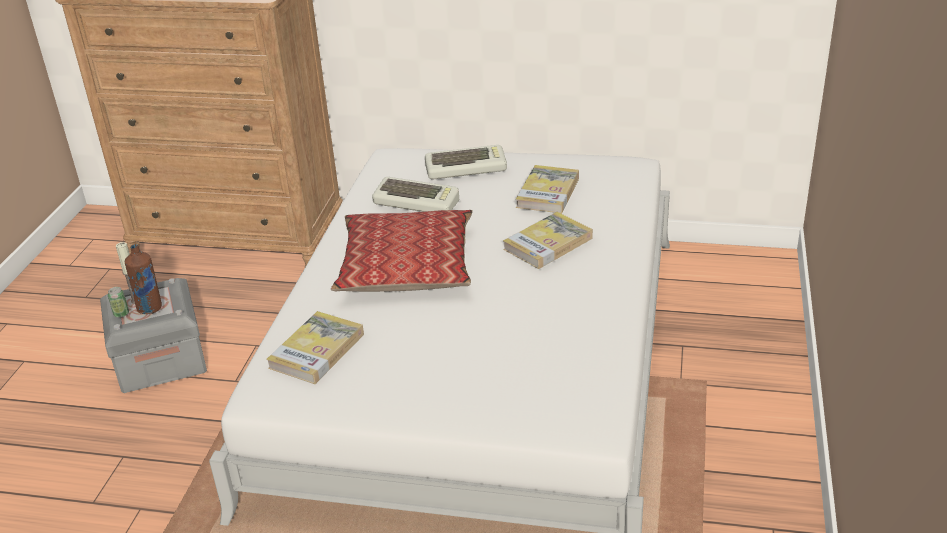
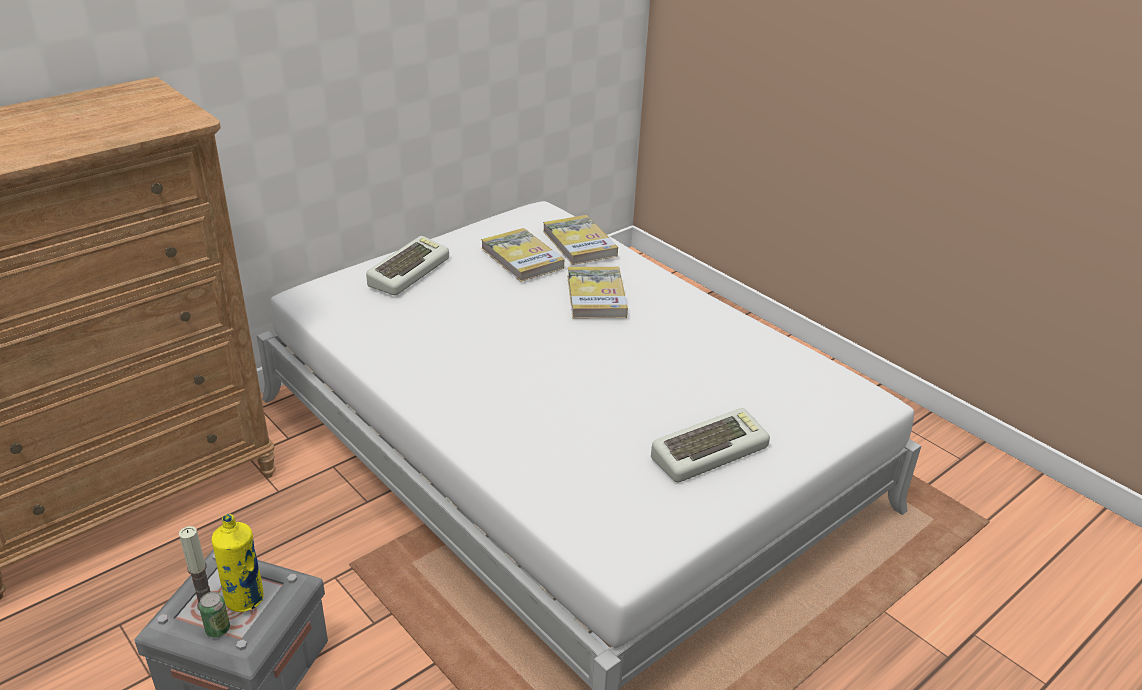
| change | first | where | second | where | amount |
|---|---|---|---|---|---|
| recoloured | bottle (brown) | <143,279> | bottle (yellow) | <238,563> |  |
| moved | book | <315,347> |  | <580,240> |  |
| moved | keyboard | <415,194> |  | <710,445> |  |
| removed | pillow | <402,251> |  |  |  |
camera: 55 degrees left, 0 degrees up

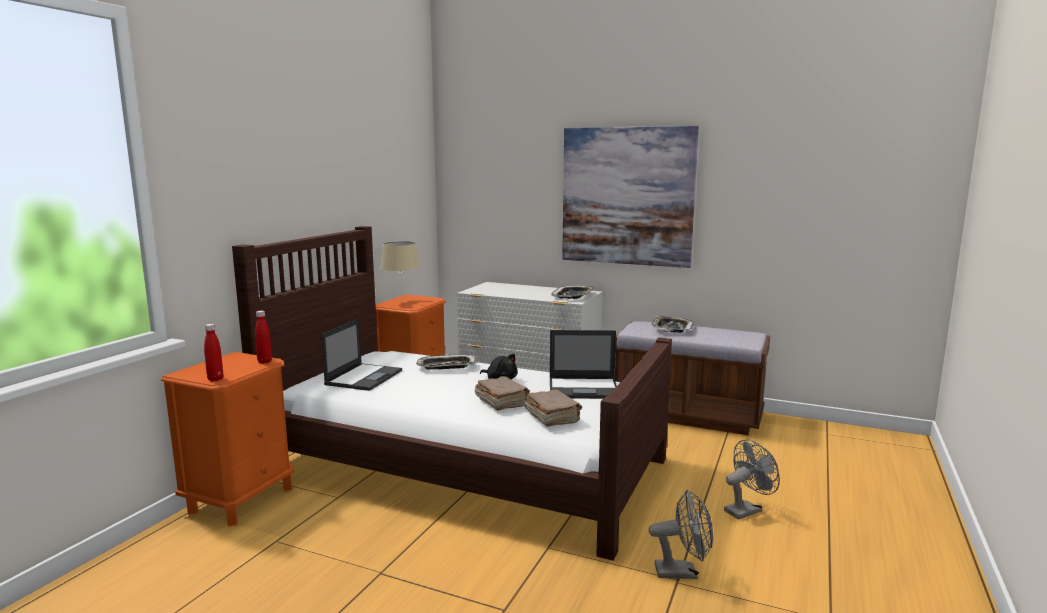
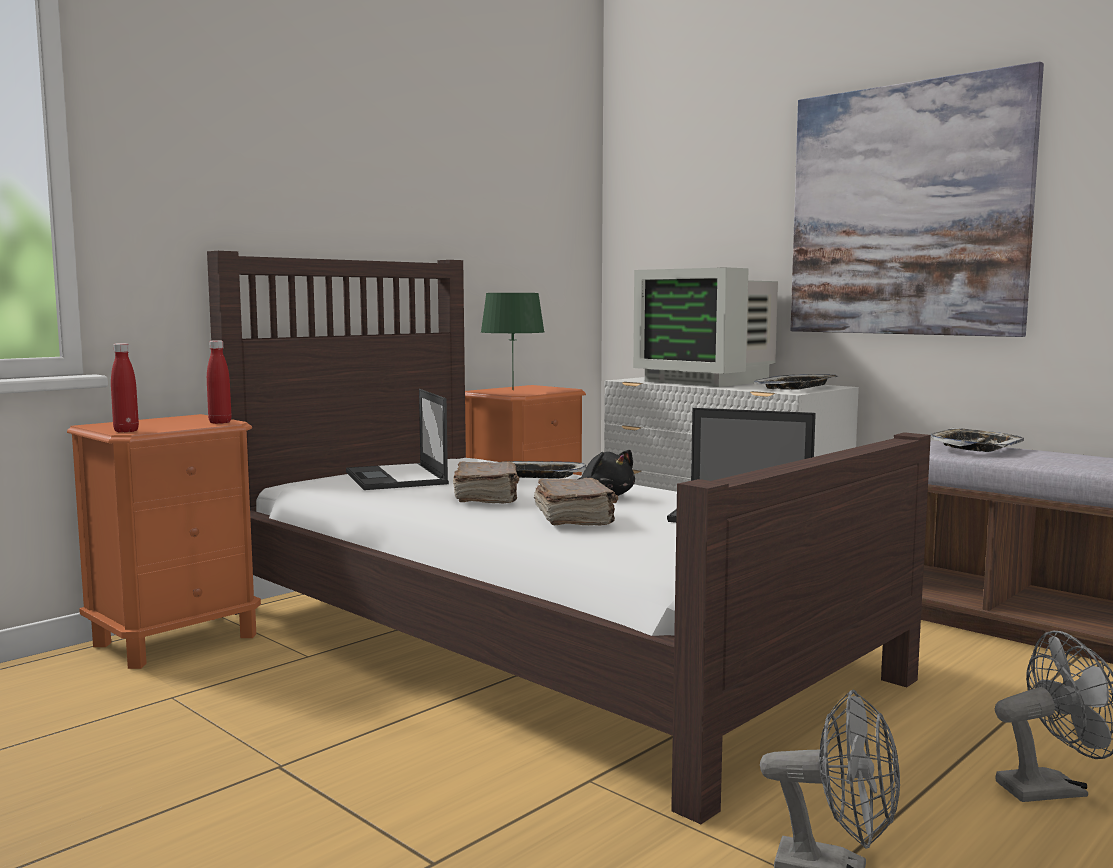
| change | first | where | second | where | amount |
|---|---|---|---|---|---|
| turned | laptop | <361,355> |  | <397,439> | 120 degrees clockwise |
| moved | book (brown) | <553,408> |  | <486,482> |  |
| recoloured | table lamp (beige) | <400,267> | table lamp (green) | <512,333> |  |
| added |  |  | monitor | <705,327> |  |
camera: 20 degrees right, 5 degrees down

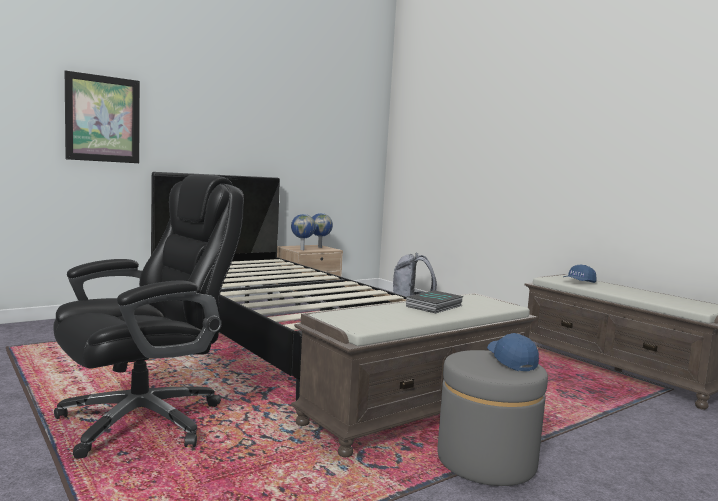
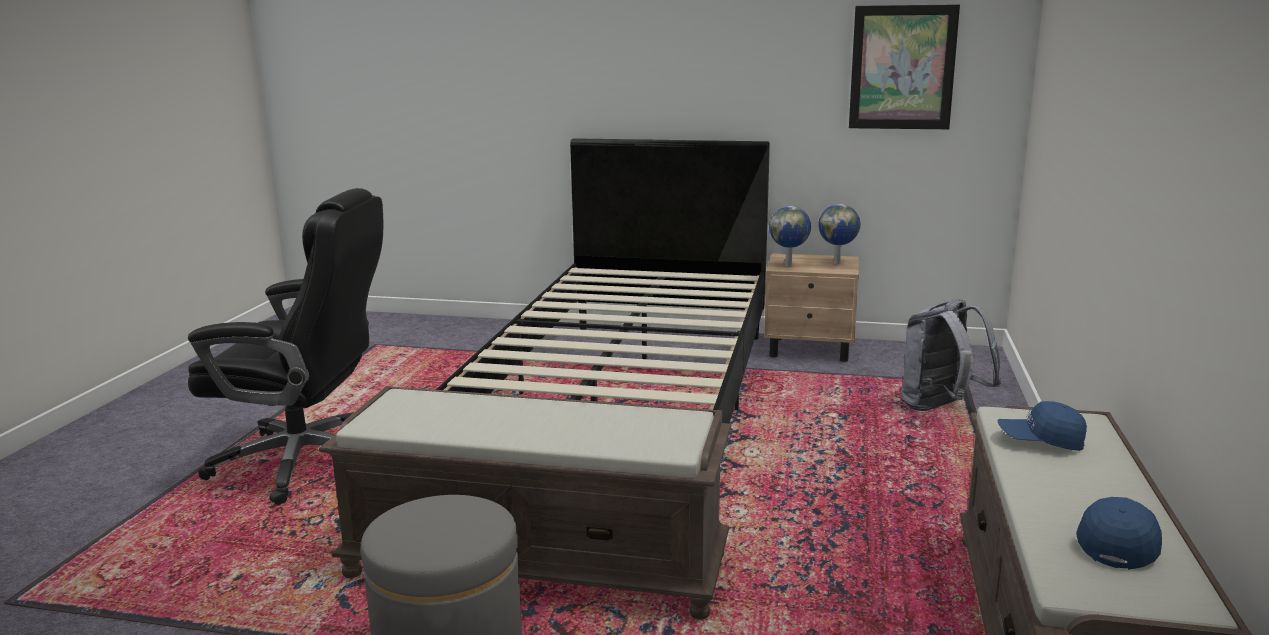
| change | first | where | second | where | amount |
|---|---|---|---|---|---|
| moved | picture | <102,116> |  | <904,66> |  |
| moved | cap (blue) | <513,352> |  | <1119,533> |  |
| removed | book | <434,301> |  |  |  |
camera: 50 degrees right, 10 degrees up

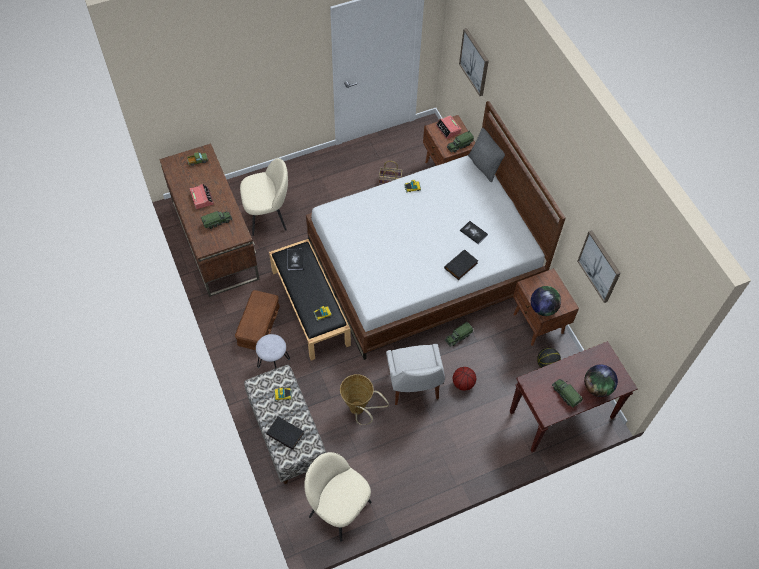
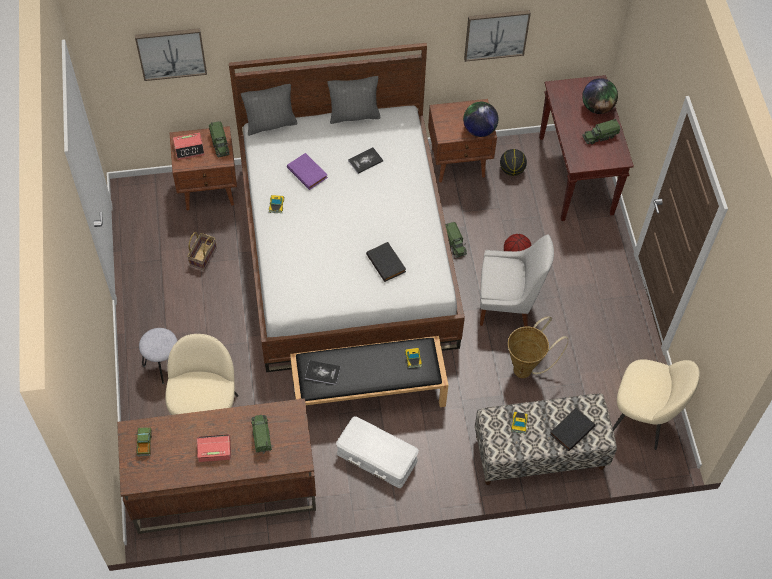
| change | first | where | second | where | amount |
|---|---|---|---|---|---|
| moved | stool (grey) | <273,351> |  | <158,356> |  |
| added |  |  | book (purple) | <307,171> |  |
| added |  |  | pillow (grey) | <354,100> |  |
| recoloured | storage box (brown) | <257,320> | storage box (white) | <377,452> |  |
| moved | book (black) | <461,264> |  | <386,262> |  |
| turned | chair (beige) | <338,497> |  | <656,404> | 120 degrees counterclockwise |
camera: 75 degrees left, 0 degrees up

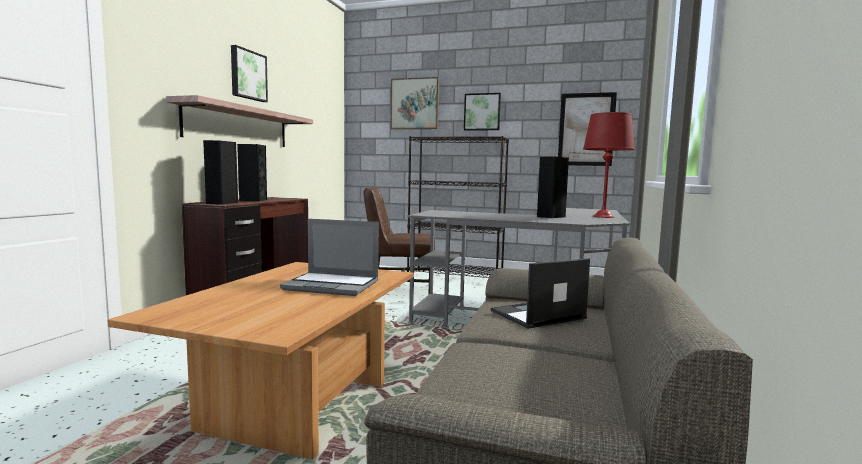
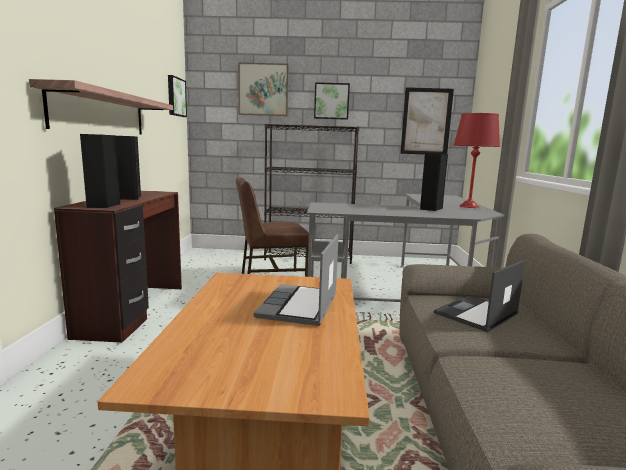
| change | first | where | second | where | amount |
|---|---|---|---|---|---|
| moved | picture | <249,73> |  | <177,96> |  |
| turned | laptop | <329,257> |  | <296,280> | 105 degrees clockwise |
camera: 15 degrees left, 5 degrees up

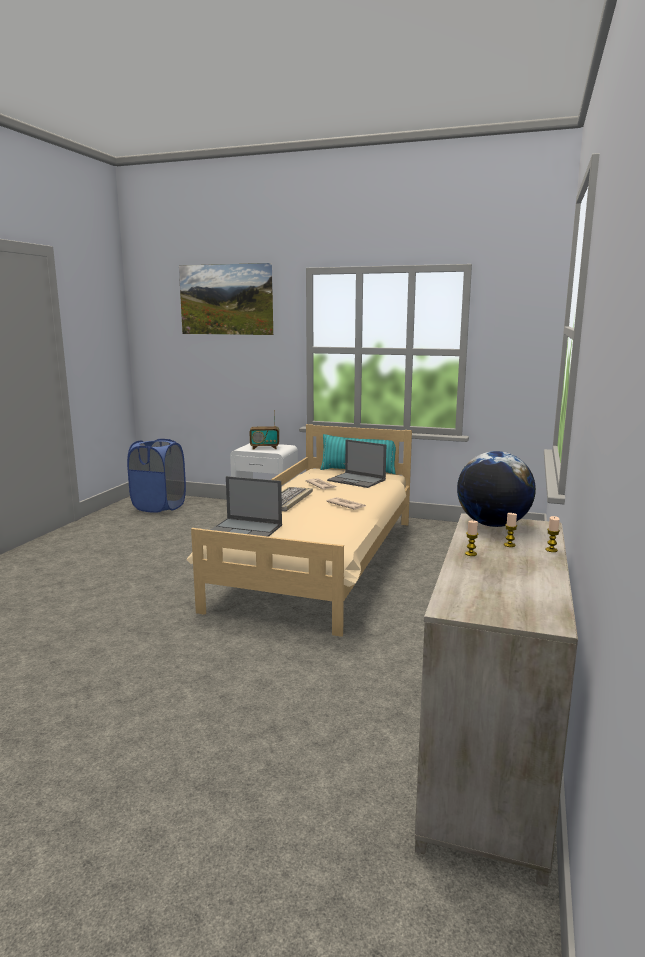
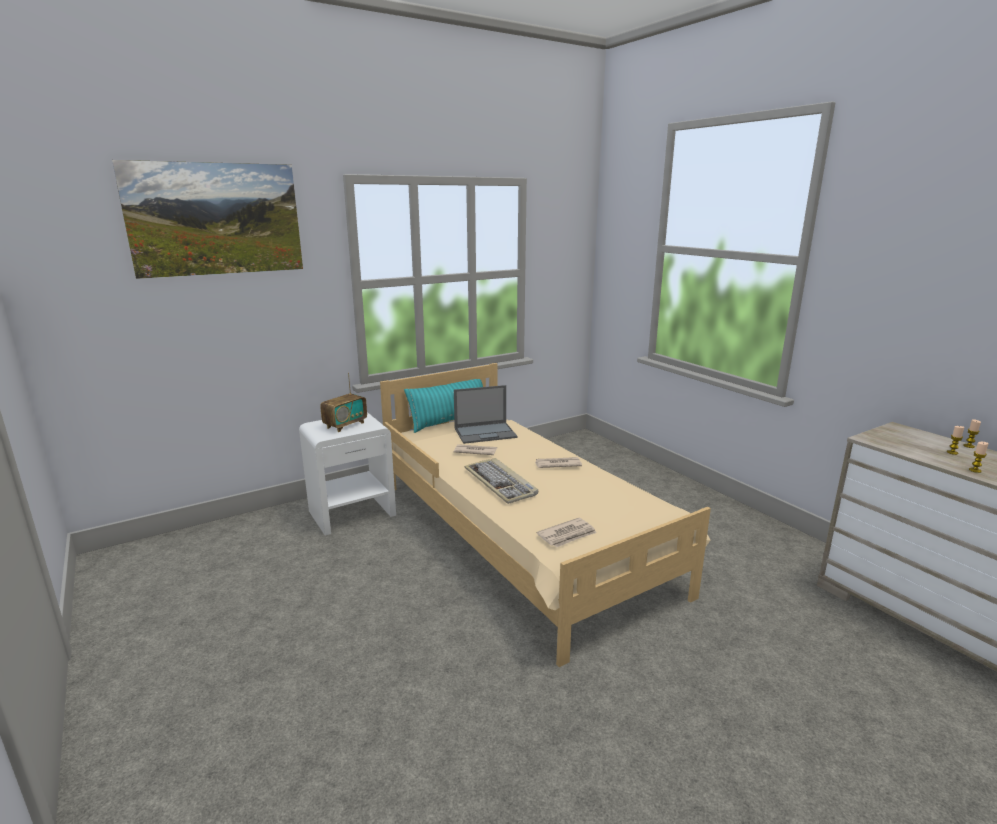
| change | first | where | second | where | amount |
|---|---|---|---|---|---|
| replaced | laptop | <246,506> | newspaper | <566,533> |  |
| removed | laundry basket (blue) | <156,476> |  |  |  |
| removed | globe | <496,489> |  |  |  |
camera: 50 degrees left, 5 degrees up

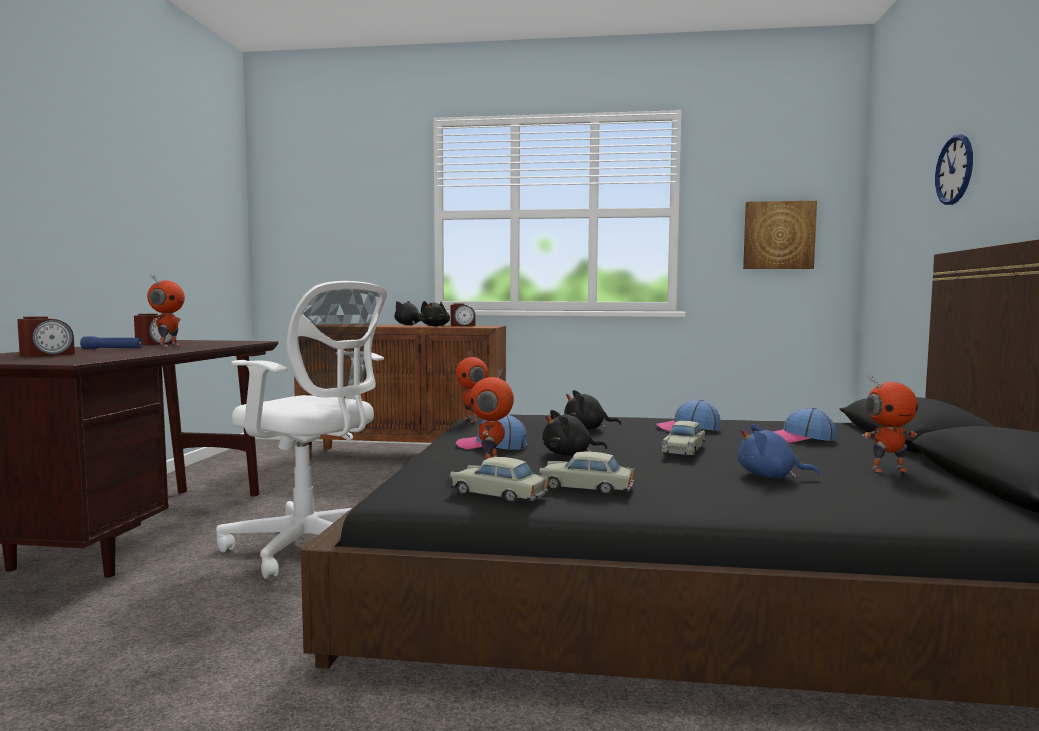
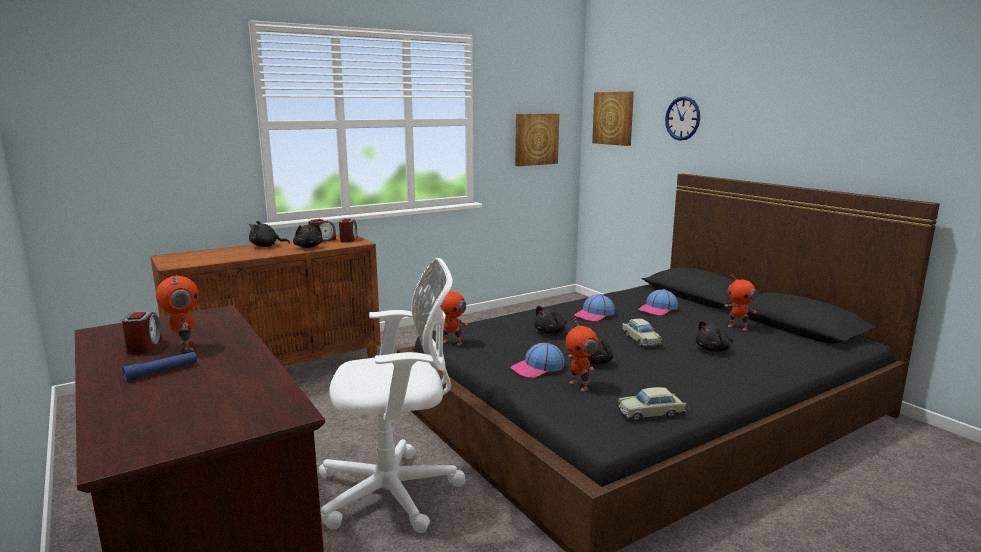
| change | first | where | second | where | amount |
|---|---|---|---|---|---|
| moved | alarm clock | <46,336> |  | <348,230> |  |
| added |  |  | picture | <613,118> |  |
| recoloured | plush toy (blue) | <778,451> | plush toy (black) | <714,336> |  |
| turned | toy robot | <890,423> |  | <740,302> | 90 degrees clockwise |
| removed | toy car (beige) | <587,473> |  |  |  |
camera: 40 degrees left, 10 degrees up

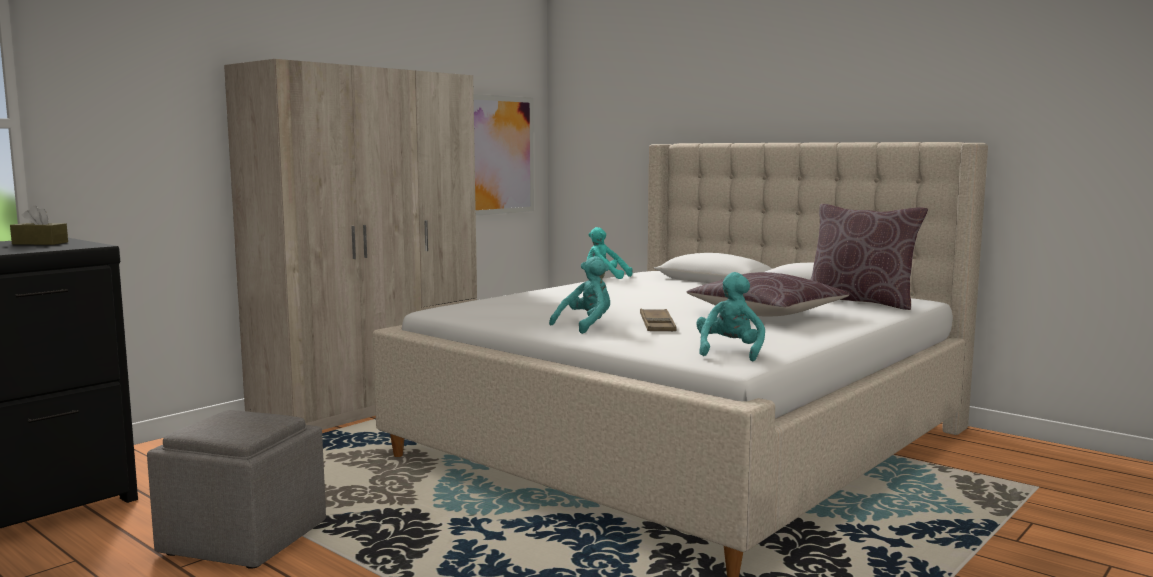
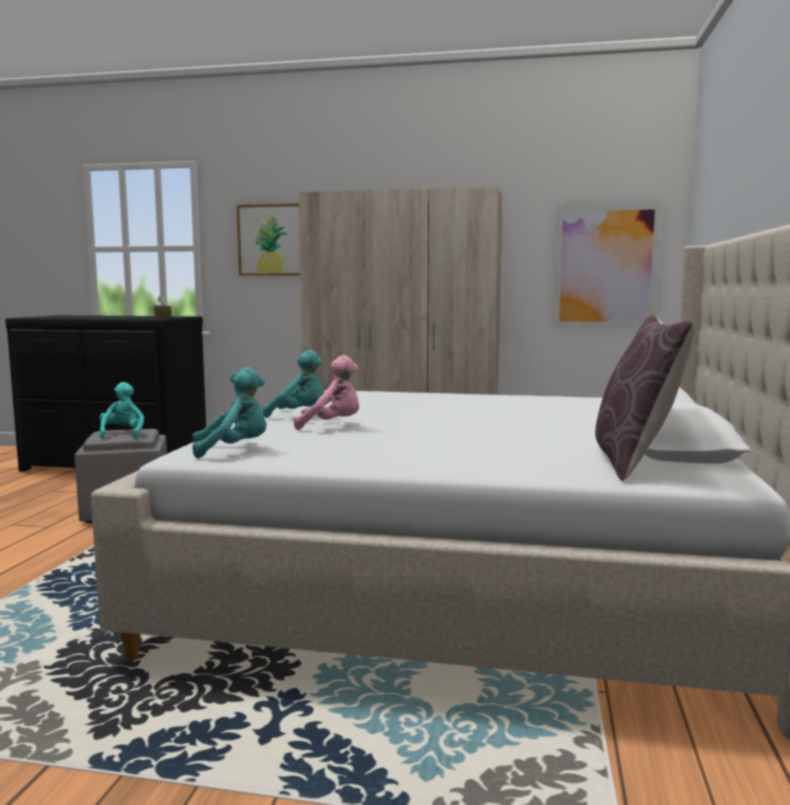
| change | first | where | second | where | amount |
|---|---|---|---|---|---|
| moved | plush toy (turquoise) | <610,253> |  | <121,410> |  |
| added |  |  | picture | <268,240> |  |
| replaced | tray (brown) | <658,319> | plush toy (pink) | <326,392> |  |
| removed | pillow (brown) | <768,294> |  |  |  |
camera: 60 degrees right, 0 degrees up

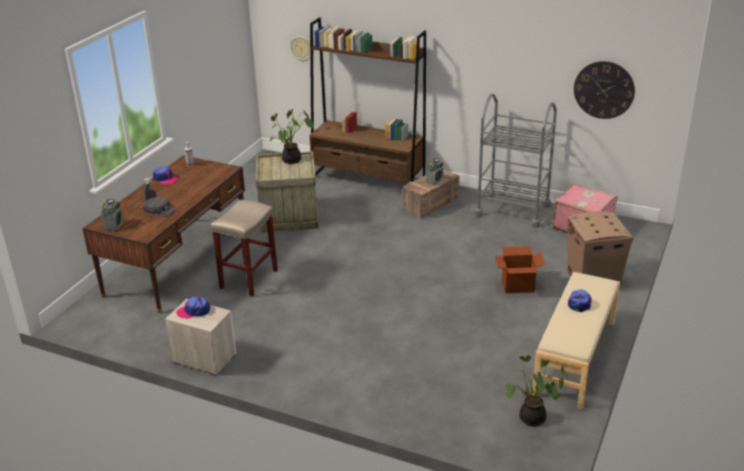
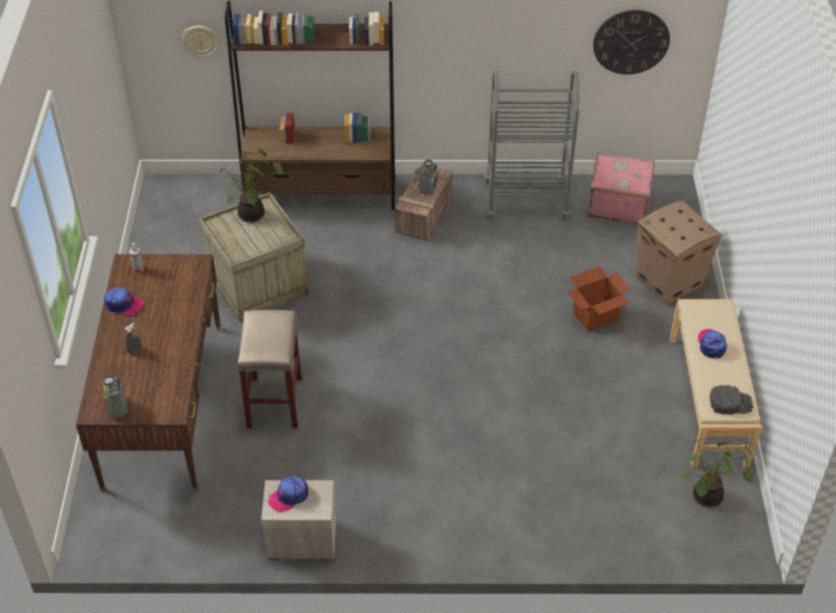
| change | first | where | second | where | amount |
|---|---|---|---|---|---|
| moved | cap (black) | <160,207> |  | <731,400> |  |
camera: 25 degrees left, 15 degrees up

